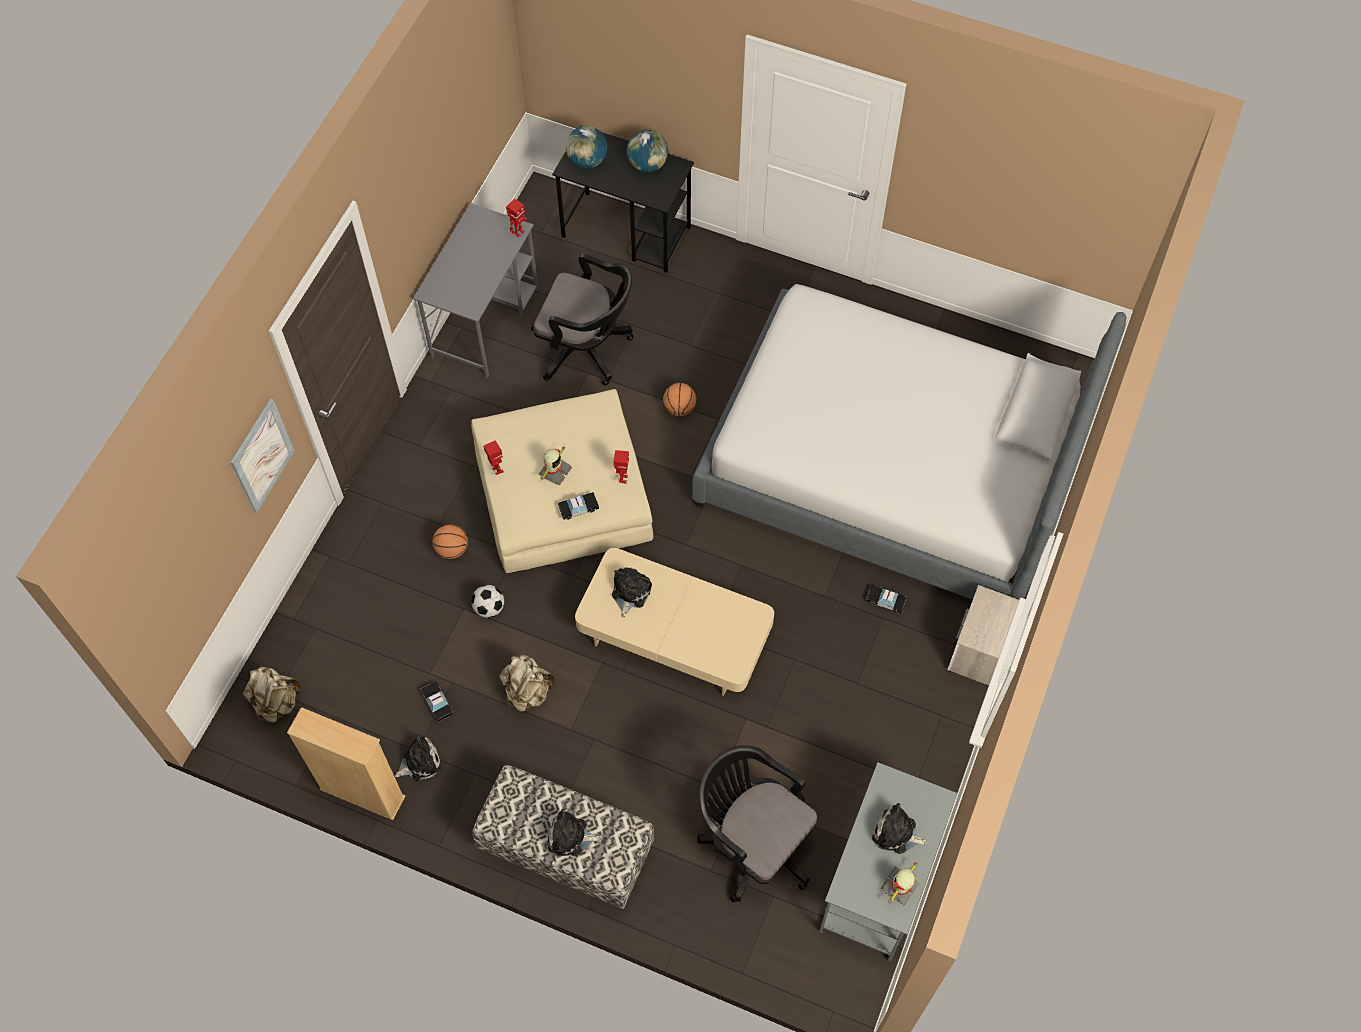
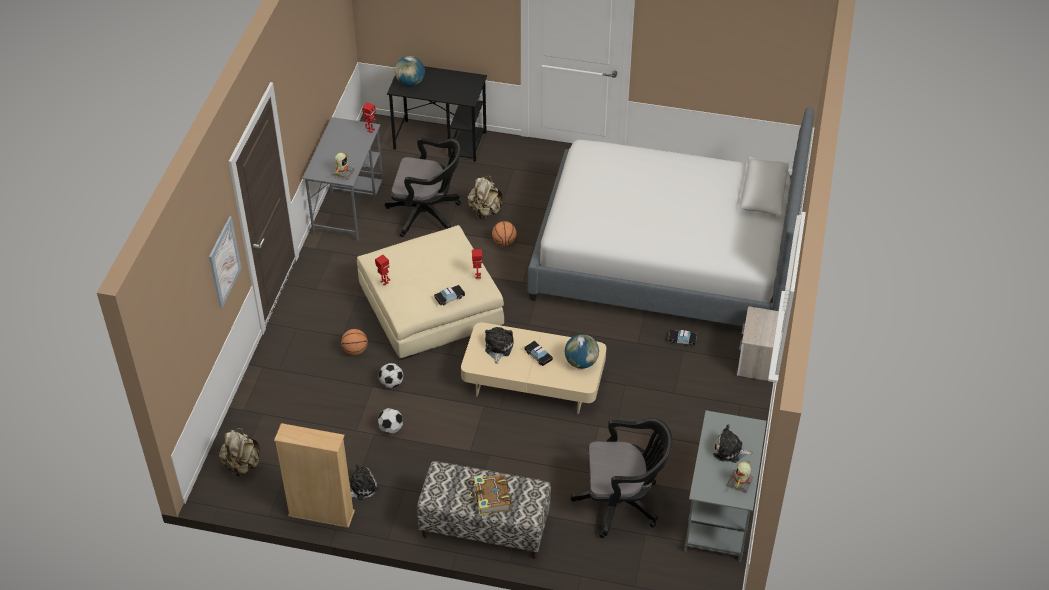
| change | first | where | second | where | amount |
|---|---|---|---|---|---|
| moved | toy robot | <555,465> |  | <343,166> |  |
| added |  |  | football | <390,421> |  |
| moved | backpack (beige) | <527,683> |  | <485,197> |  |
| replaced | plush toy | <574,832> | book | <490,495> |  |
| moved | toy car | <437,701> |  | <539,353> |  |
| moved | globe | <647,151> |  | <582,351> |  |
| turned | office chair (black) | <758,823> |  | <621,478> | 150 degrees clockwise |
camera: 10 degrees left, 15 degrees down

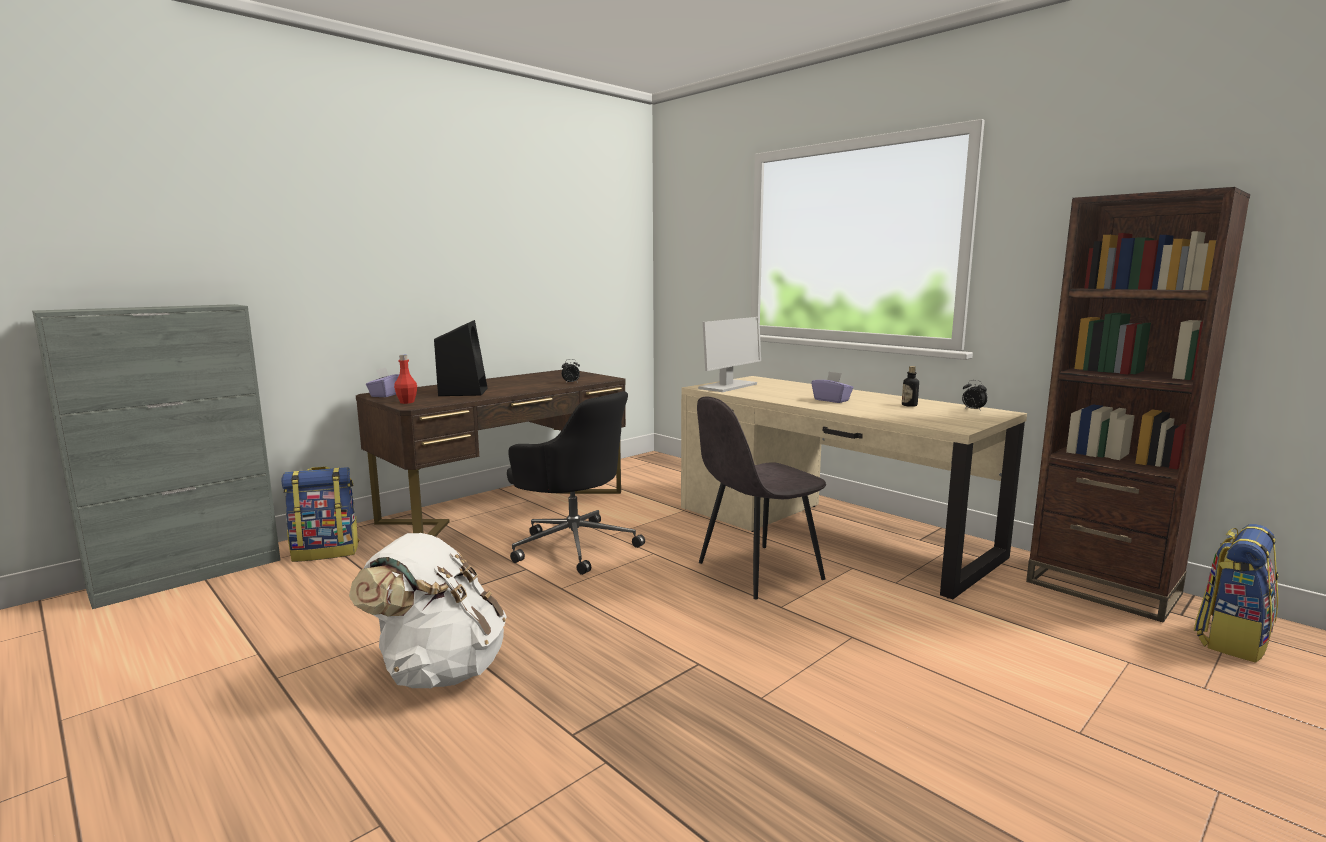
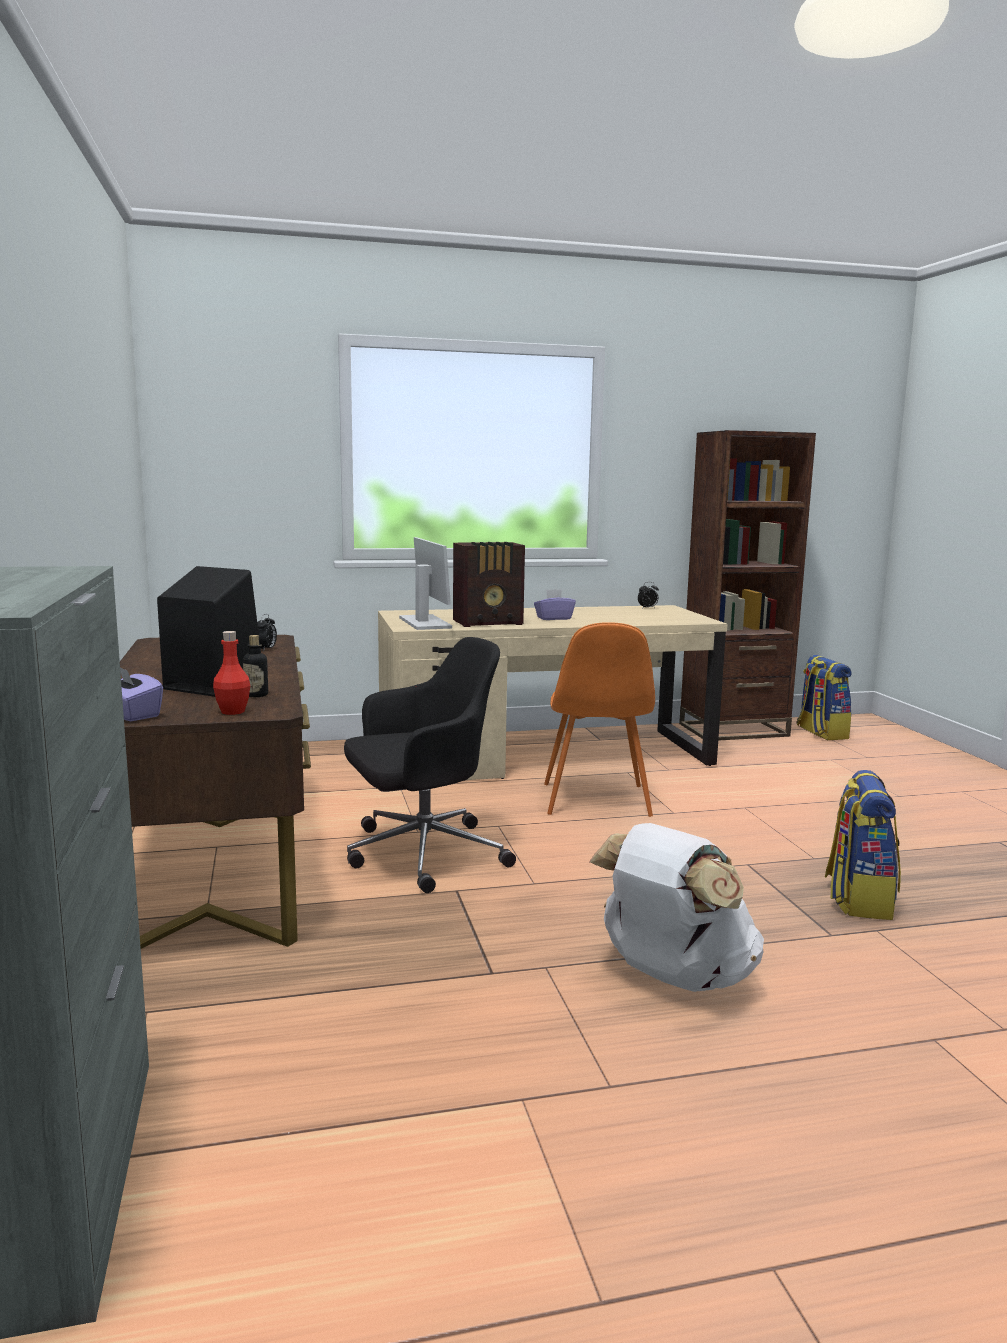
| change | first | where | second | where | amount |
|---|---|---|---|---|---|
| moved | bottle | <910,386> |  | <255,666> |  |
| added |  |  | radio | <489,584> |  |
| recoloured | chair (grey) | <761,497> | chair (orange) | <599,719> |  |
| moved | backpack | <320,514> |  | <863,845> |  |
camera: 60 degrees left, 0 degrees up

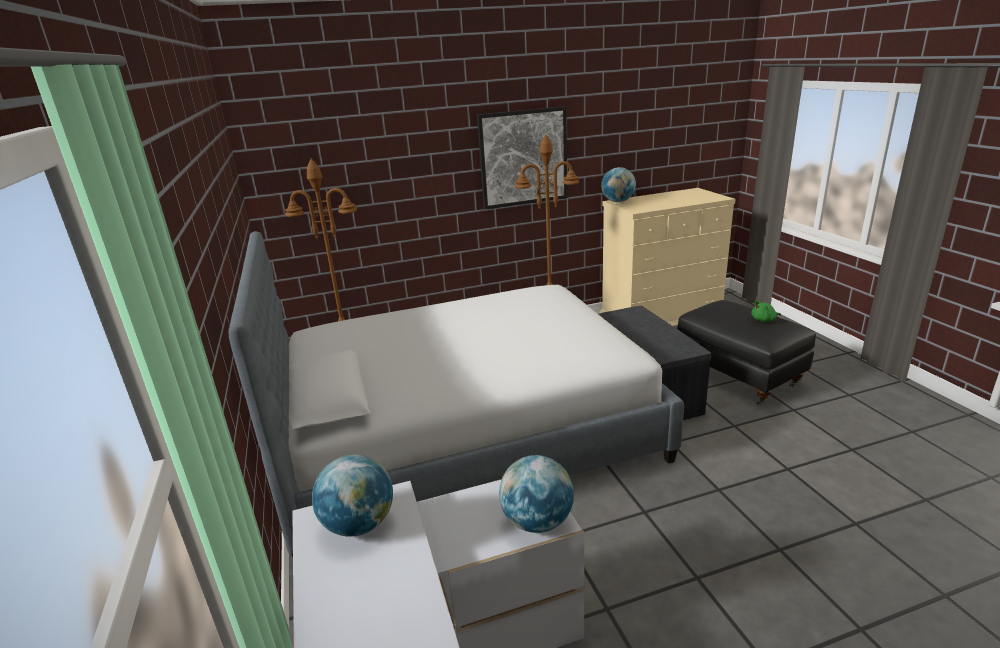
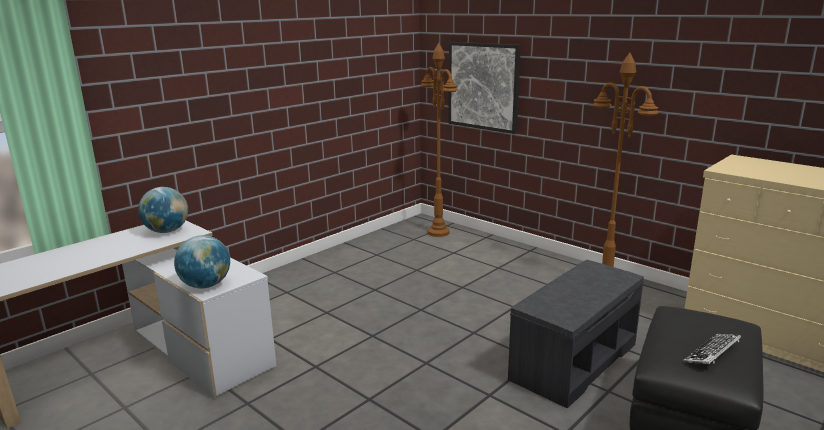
| change | first | where | second | where | amount |
|---|---|---|---|---|---|
| moved | picture | <522,158> |  | <484,88> |  |
| replaced | plush toy (green) | <766,311> | keyboard | <712,349> |  |
| removed | bed | <456,394> |  |  |  |
| removed | globe | <618,184> |  |  |  |
camera: 60 degrees right, 5 degrees down

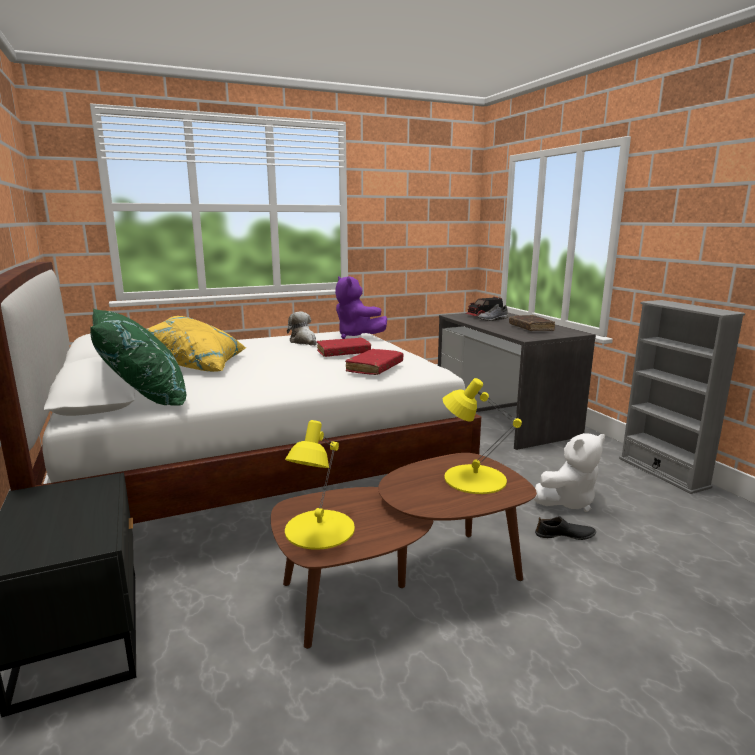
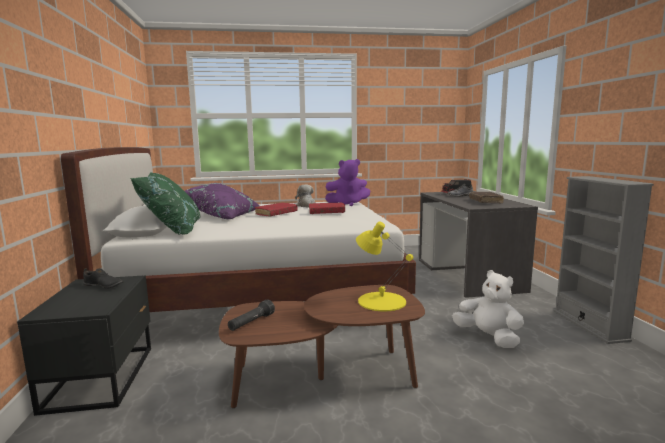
| change | first | where | second | where | amount |
|---|---|---|---|---|---|
| moved | shoe (black) | <565,528> |  | <103,278> |  |
| recoloured | pillow (yellow) | <196,344> | pillow (purple) | <222,201> |  |
| replaced | table lamp (yellow) | <320,485> | flashlight (black) | <251,315> |  |
| moved | book (red) | <374,362> |  | <276,209> |  |
| turned | plush toy (purple) | <361,307> |  | <347,182> | 75 degrees counterclockwise |
| turned | plush toy (white) | <569,472> |  | <488,309> | 120 degrees counterclockwise |
camera: 15 degrees right, 5 degrees down

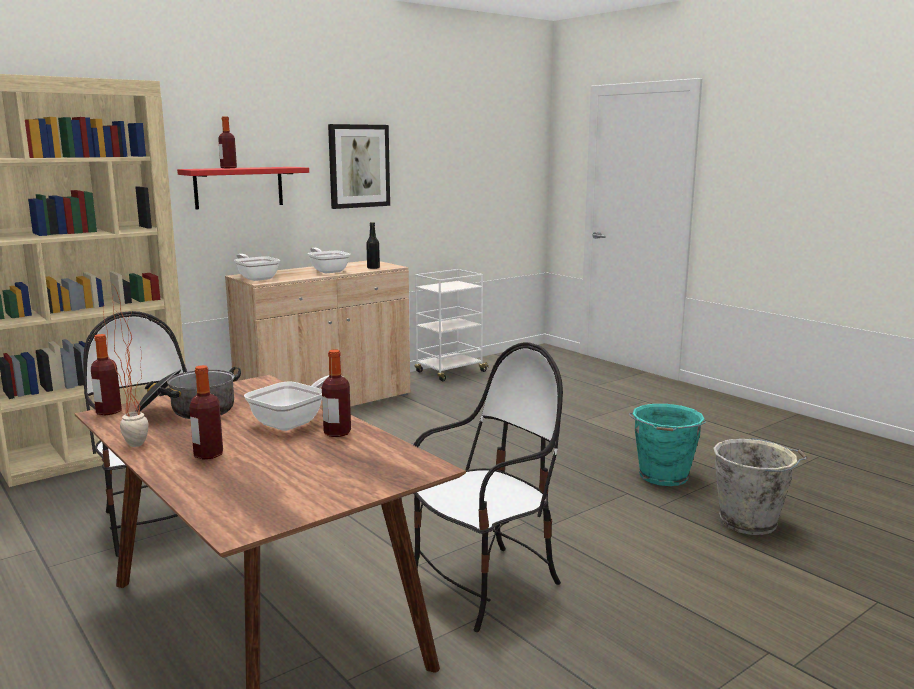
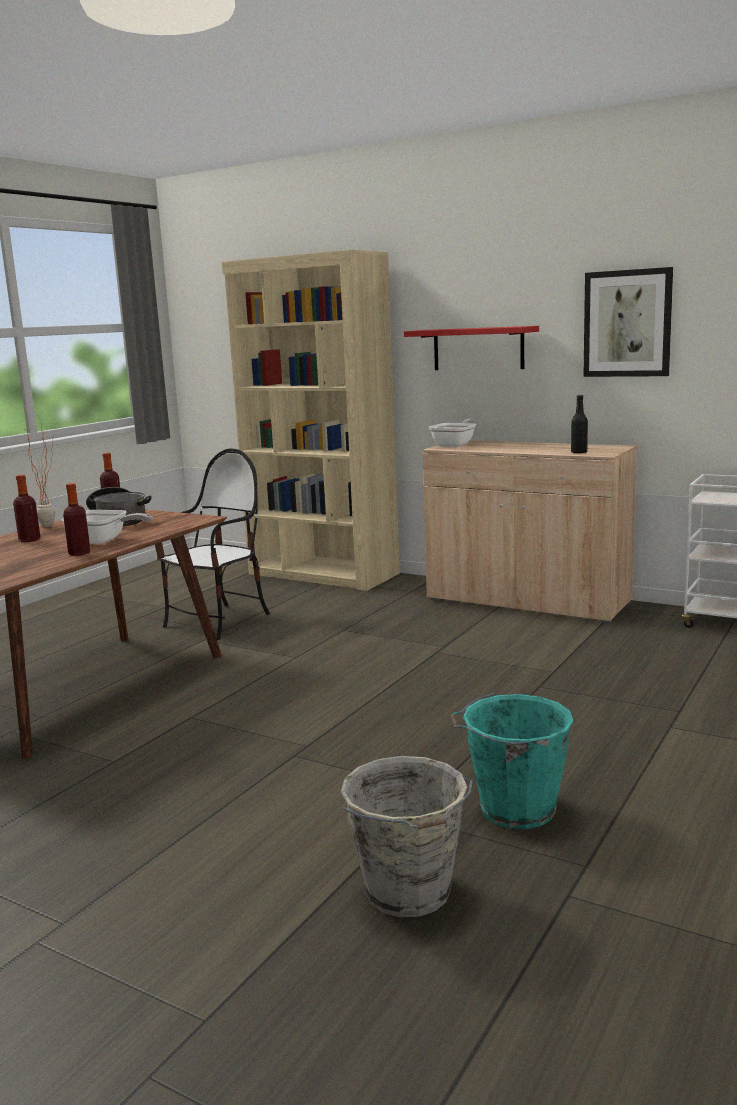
| change | first | where | second | where | amount |
|---|---|---|---|---|---|
| removed | bottle | <227,142> |  |  |  |
| removed | frying pan | <329,260> |  |  |  |
| removed | chair | <488,487> |  |  |  |
camera: 70 degrees right, 0 degrees up

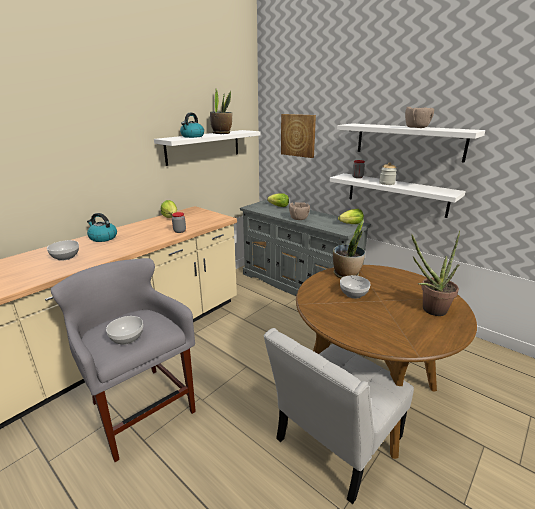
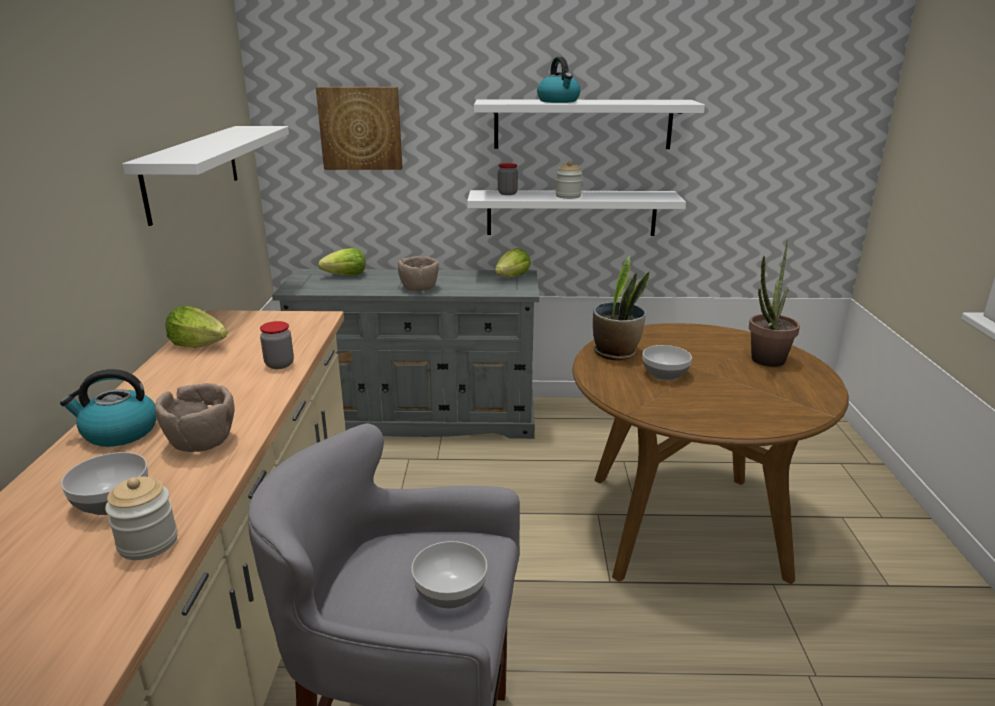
| change | first | where | second | where | amount |
|---|---|---|---|---|---|
| added |  |  | jar | <141,518> |  |
| moved | bowl (brown) | <419,117> |  | <194,417> |  |
| moved | kettle | <192,125> |  | <558,80> |  |
| removed | potted plant | <221,111> |  |  |  |
| removed | chair (white) | <338,416> |  |  |  |
camera: 40 degrees left, 0 degrees up

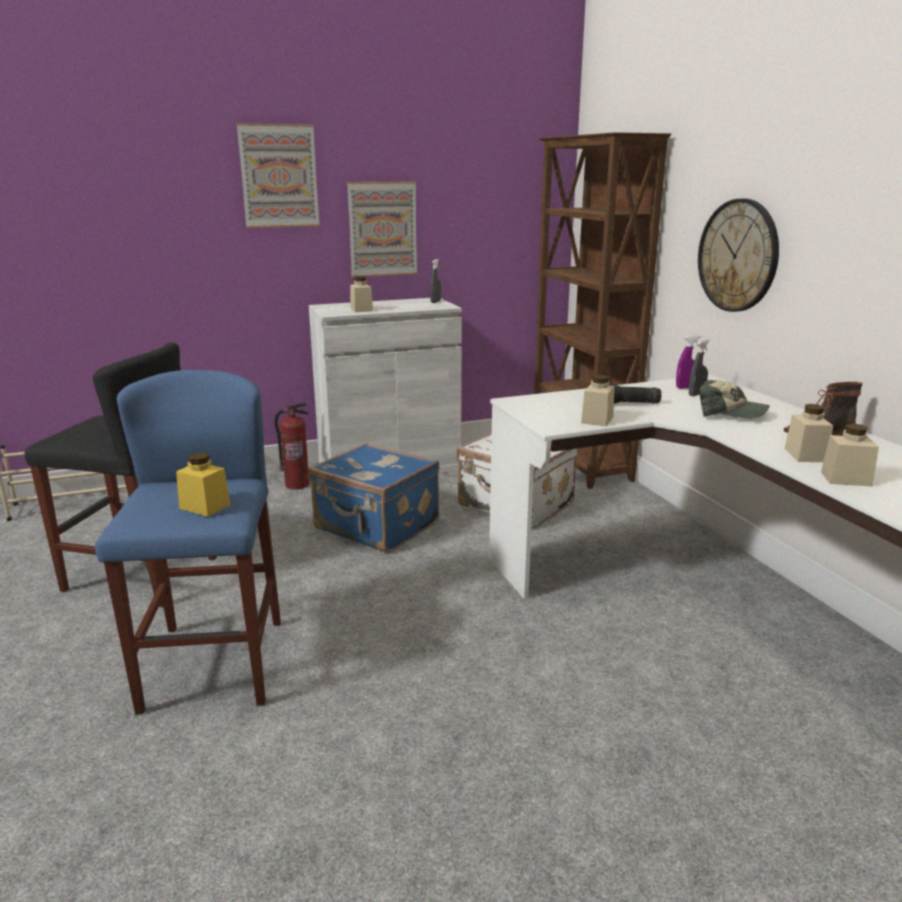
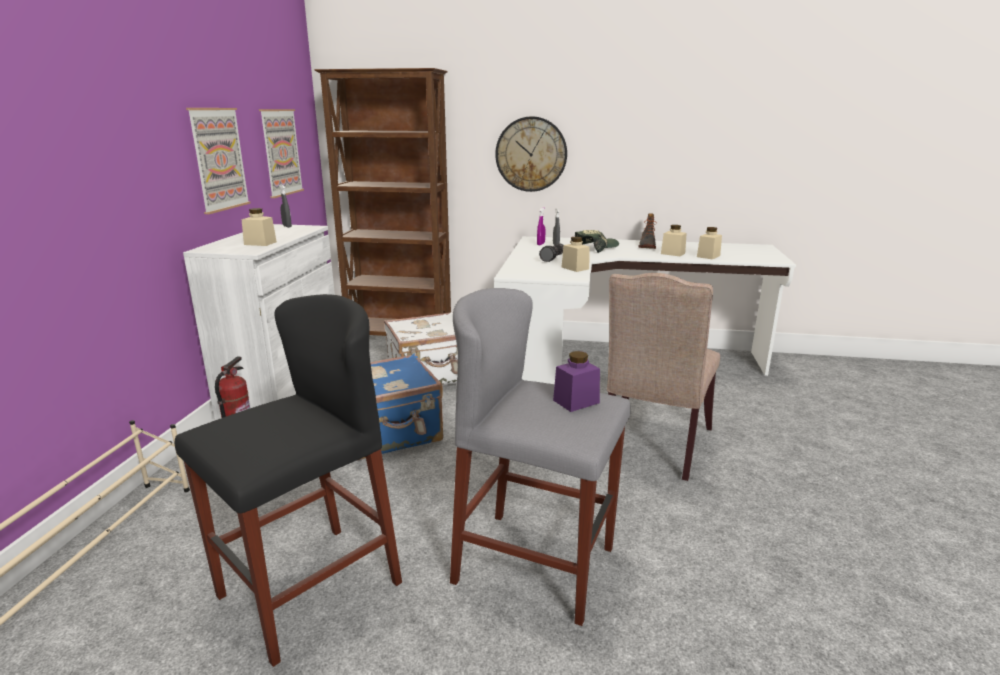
| change | first | where | second | where | amount |
|---|---|---|---|---|---|
| moved | picture | <278,175> |  | <281,153> |  |
| recoloured | stool (blue) | <188,542> | stool (grey) | <540,457> |  |
| recoloured | jar (yellow) | <203,484> | jar (purple) | <576,381> |  |
| added |  |  | chair (beige) | <663,377> |  |
camera: 60 degrees left, 0 degrees up

